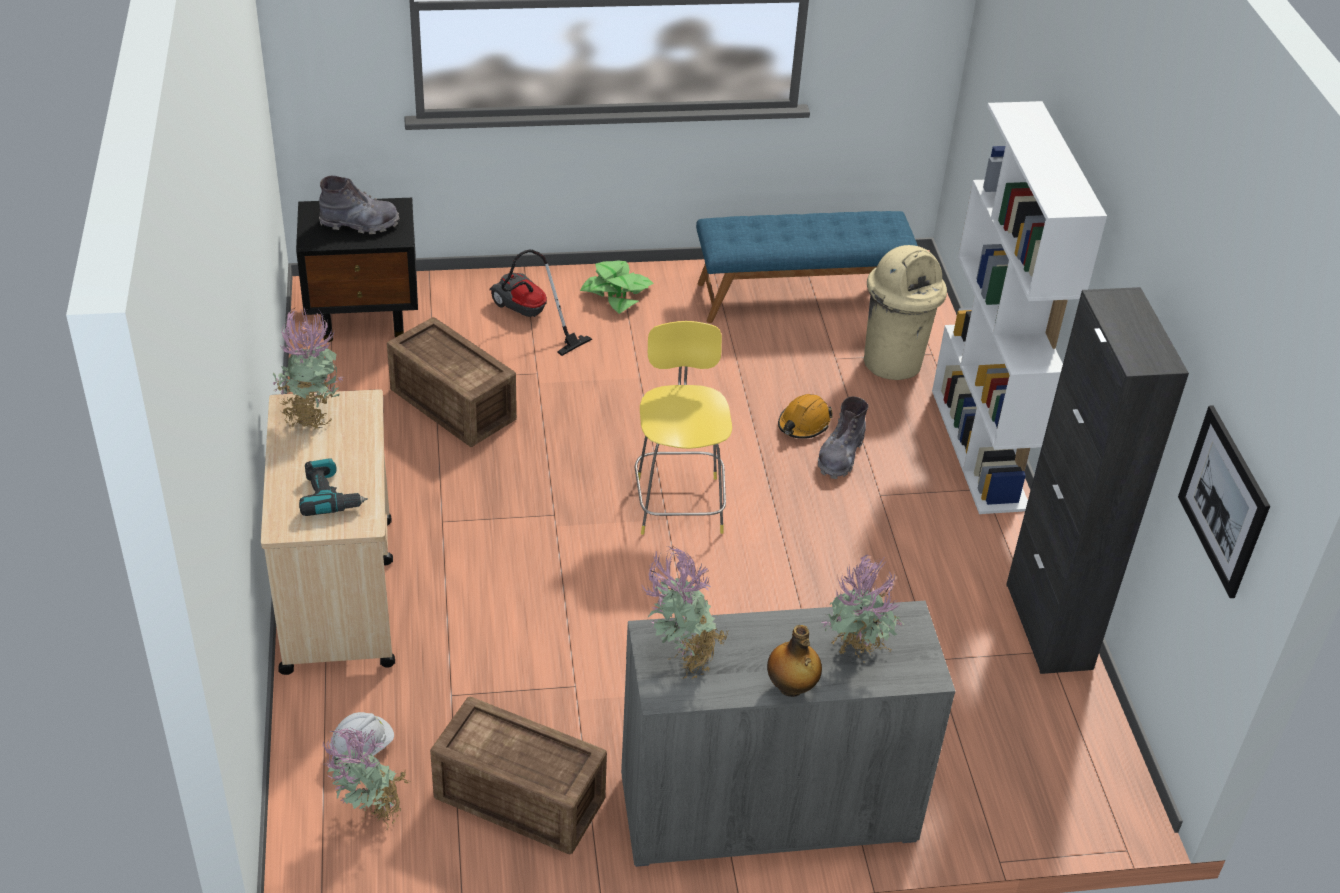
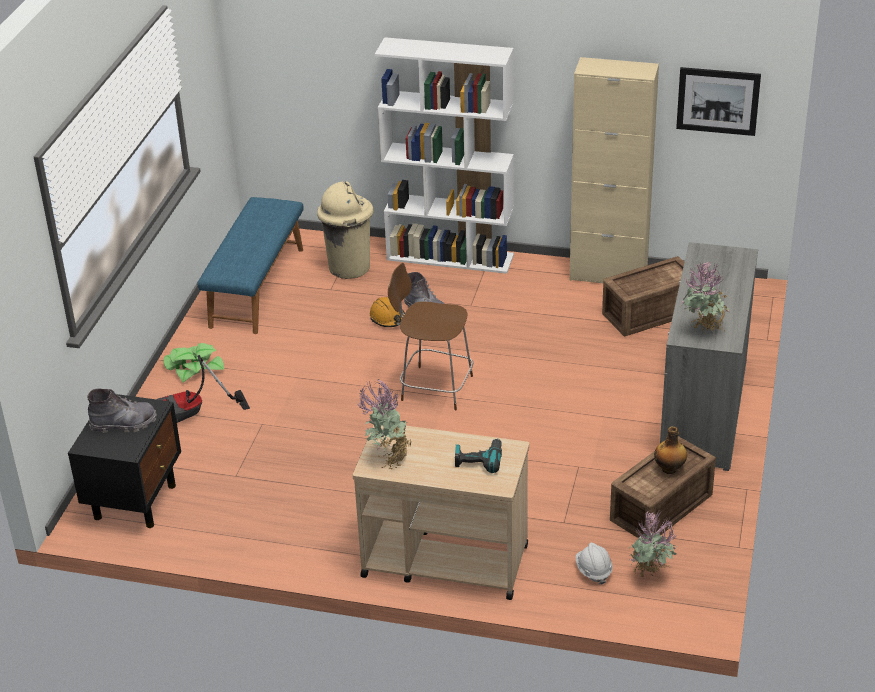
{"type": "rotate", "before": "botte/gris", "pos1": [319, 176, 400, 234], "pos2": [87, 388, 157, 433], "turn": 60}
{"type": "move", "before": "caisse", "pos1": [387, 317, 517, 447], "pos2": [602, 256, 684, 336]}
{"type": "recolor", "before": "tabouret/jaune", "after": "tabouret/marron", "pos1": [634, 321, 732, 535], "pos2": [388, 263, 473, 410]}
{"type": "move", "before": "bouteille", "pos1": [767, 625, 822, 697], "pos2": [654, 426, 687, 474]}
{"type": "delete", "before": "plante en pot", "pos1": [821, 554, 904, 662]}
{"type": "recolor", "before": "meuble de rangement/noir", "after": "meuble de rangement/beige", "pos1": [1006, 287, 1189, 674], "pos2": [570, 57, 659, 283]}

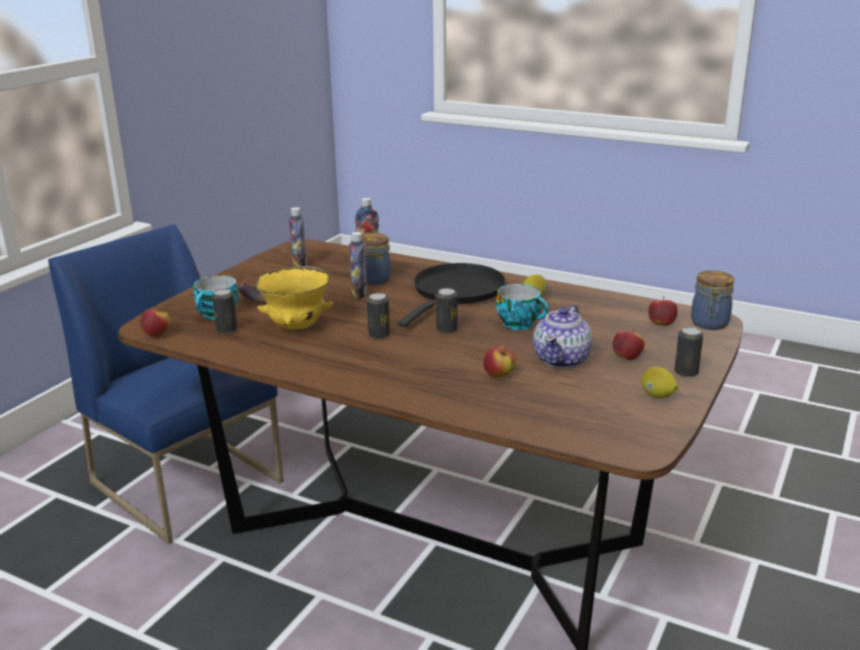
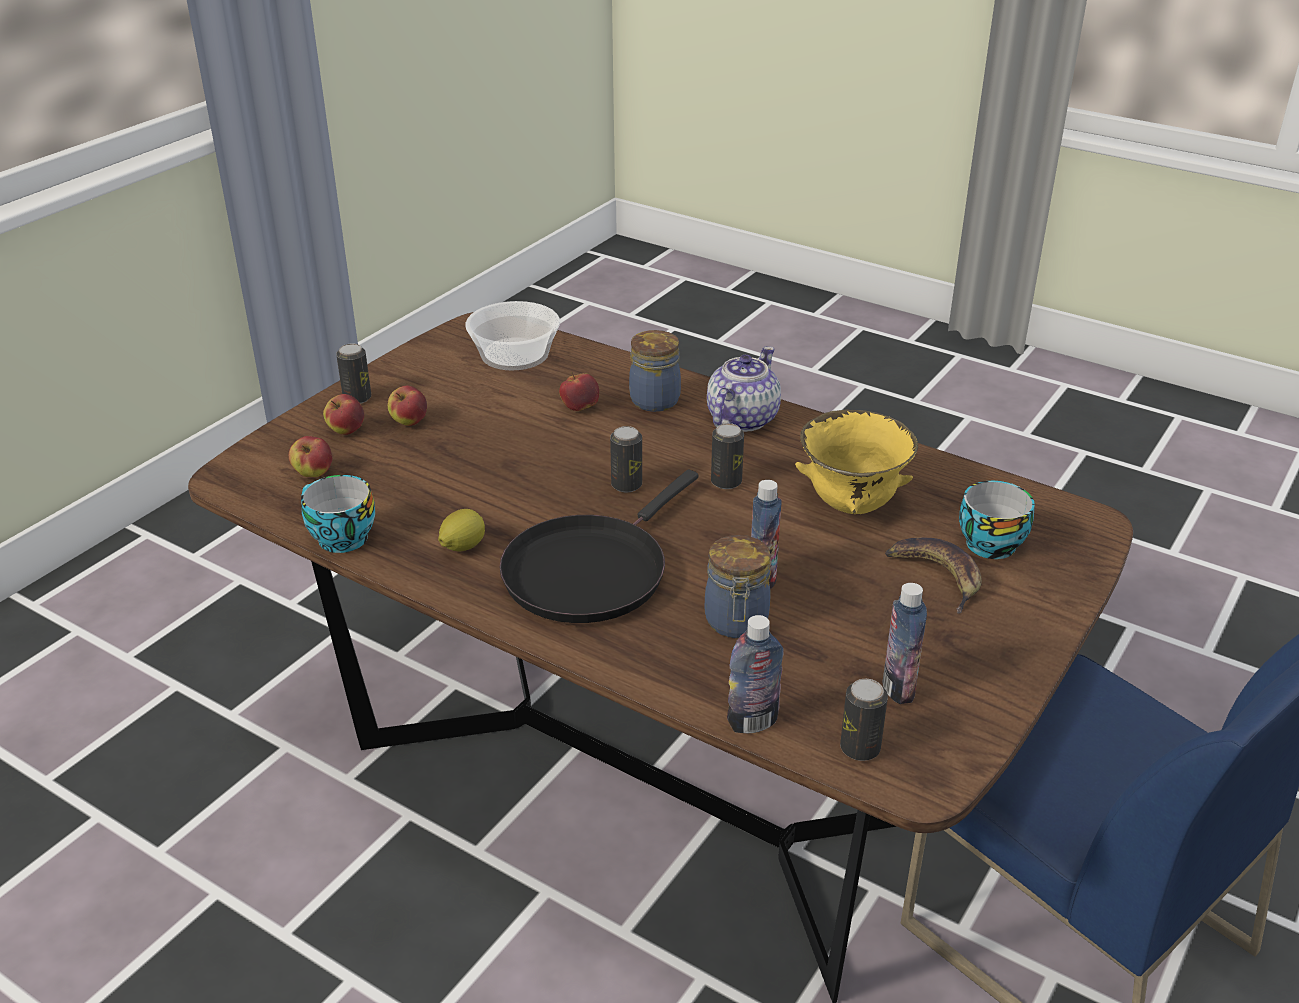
{"type": "move", "before": "pomme", "pos1": [140, 307, 170, 337], "pos2": [323, 394, 364, 435]}
{"type": "move", "before": "boîte métallique", "pos1": [212, 289, 237, 334], "pos2": [840, 679, 888, 761]}
{"type": "move", "before": "tasse", "pos1": [496, 284, 548, 330], "pos2": [301, 475, 375, 553]}
{"type": "move", "before": "théière", "pos1": [533, 305, 592, 369], "pos2": [707, 346, 781, 432]}
{"type": "delete", "before": "citron", "pos1": [642, 367, 678, 398]}
{"type": "move", "before": "bocal", "pos1": [691, 270, 734, 330], "pos2": [629, 330, 681, 412]}
{"type": "insert", "after": "bol", "pos2": [466, 301, 560, 370]}

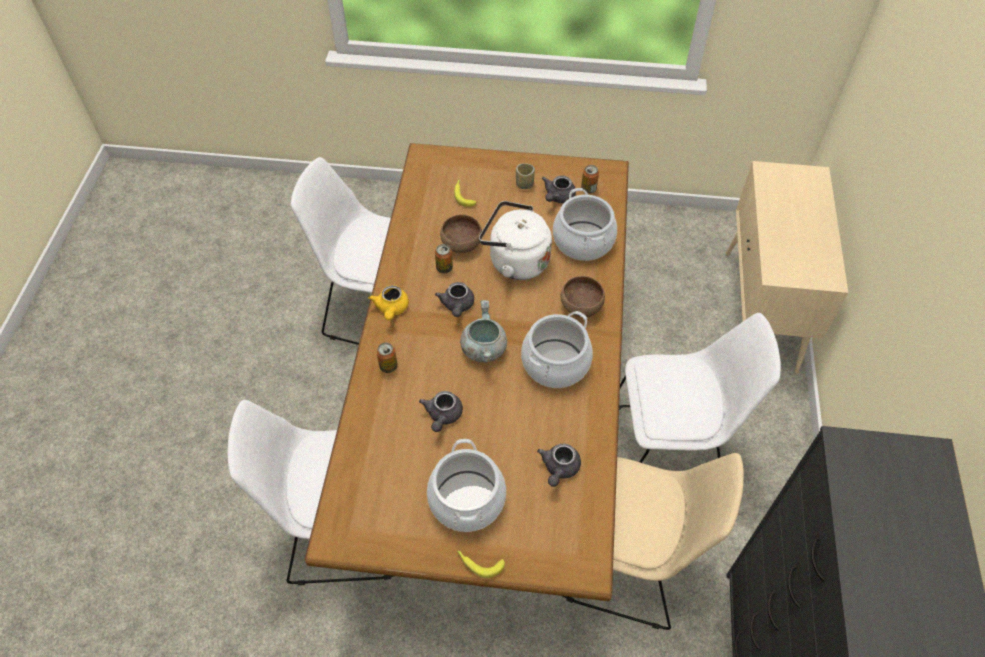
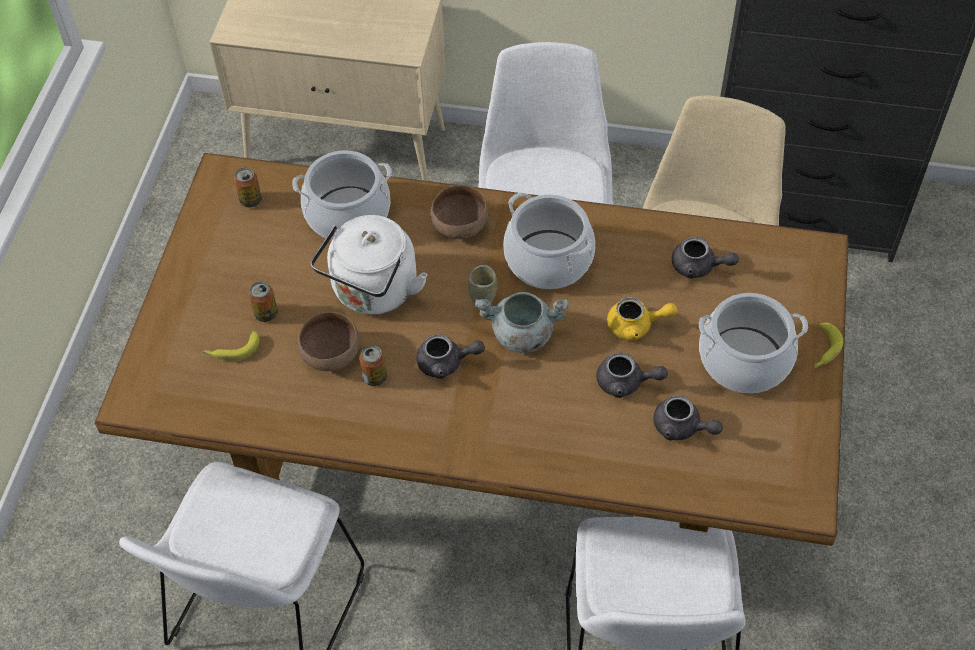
{"type": "move", "before": "théière/jaune", "pos1": [368, 285, 409, 320], "pos2": [607, 297, 677, 341]}
{"type": "move", "before": "boîte métallique", "pos1": [377, 343, 398, 373], "pos2": [249, 281, 278, 322]}
{"type": "move", "before": "tasse", "pos1": [516, 163, 535, 189], "pos2": [468, 265, 497, 303]}
{"type": "move", "before": "théière/gris", "pos1": [542, 176, 576, 203], "pos2": [653, 395, 723, 441]}

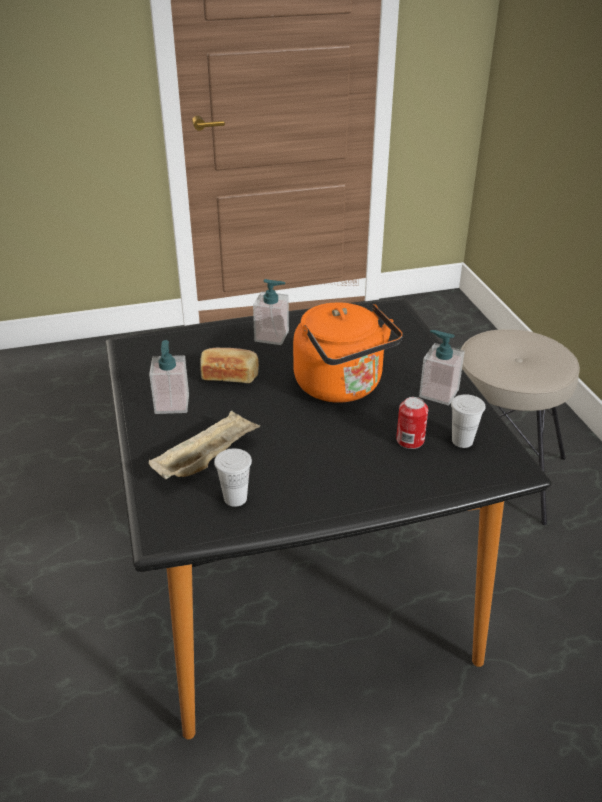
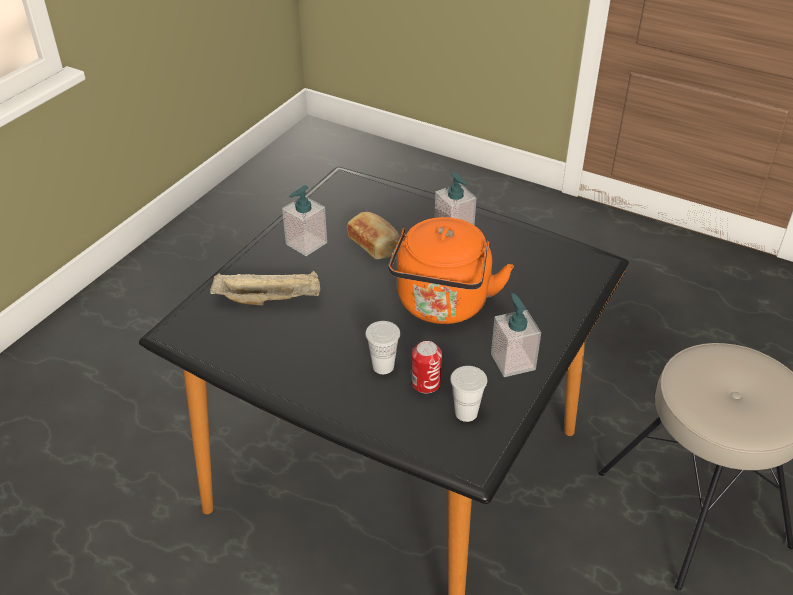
{"type": "move", "before": "tasse/blanc", "pos1": [214, 448, 252, 507], "pos2": [365, 321, 400, 374]}

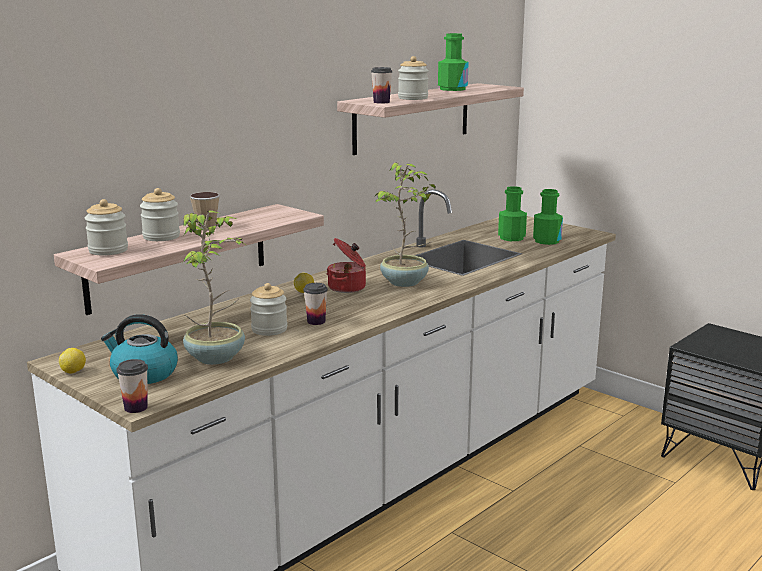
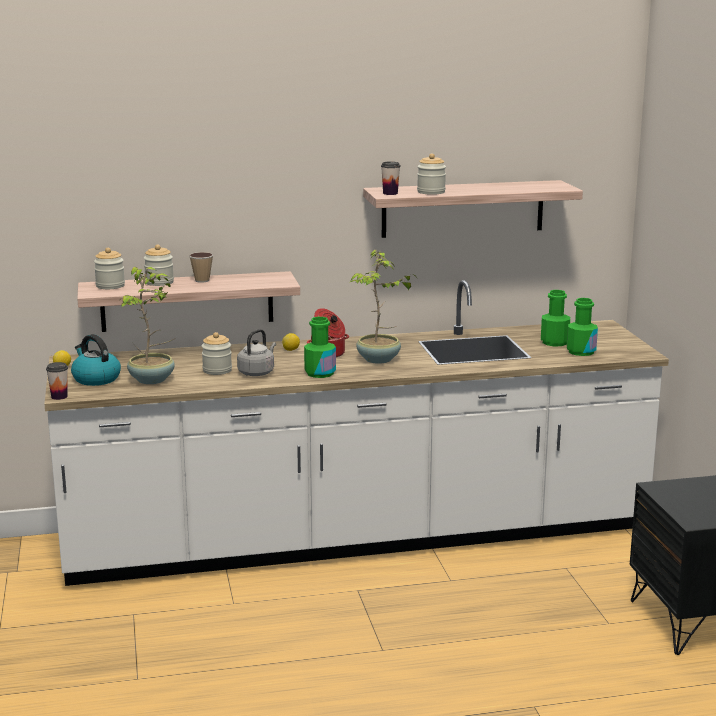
{"type": "replace", "before": "tasse", "after": "bouilloire/gris", "pos1": [303, 283, 328, 325], "pos2": [237, 329, 276, 376]}
{"type": "move", "before": "bouteille/vert", "pos1": [438, 33, 469, 91], "pos2": [304, 317, 336, 378]}

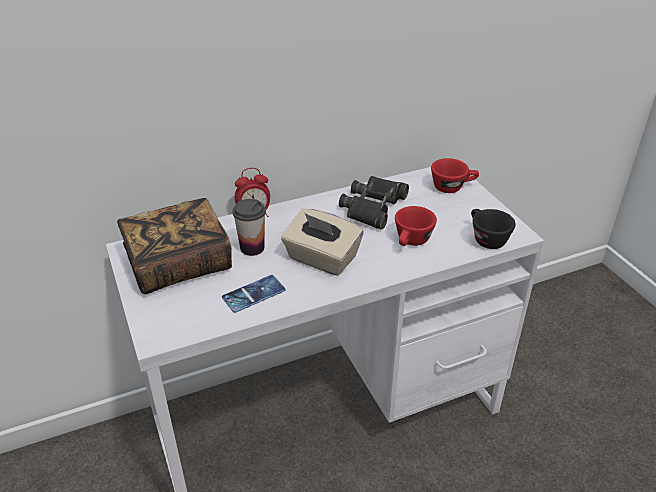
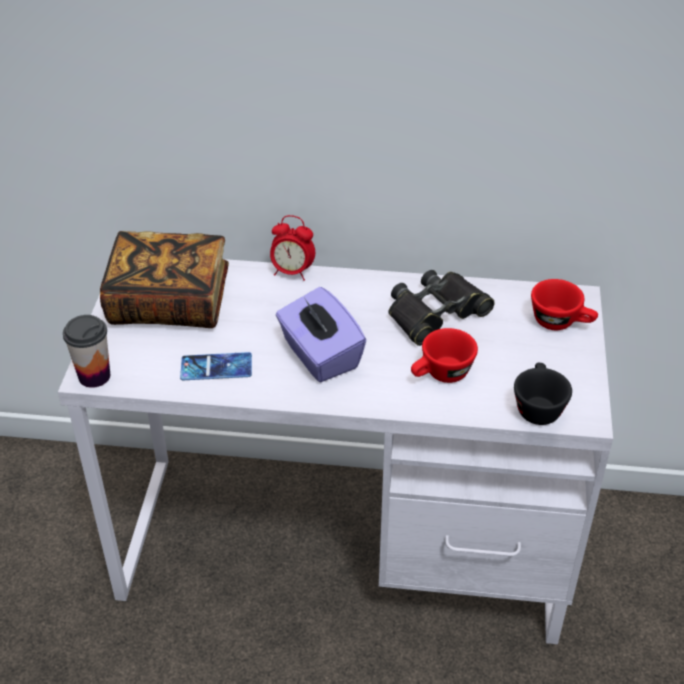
{"type": "move", "before": "tasse", "pos1": [232, 199, 266, 256], "pos2": [63, 315, 110, 388]}
{"type": "recolor", "before": "boîte à mouchoirs/beige", "after": "boîte à mouchoirs/violet", "pos1": [281, 209, 364, 276], "pos2": [276, 287, 366, 382]}

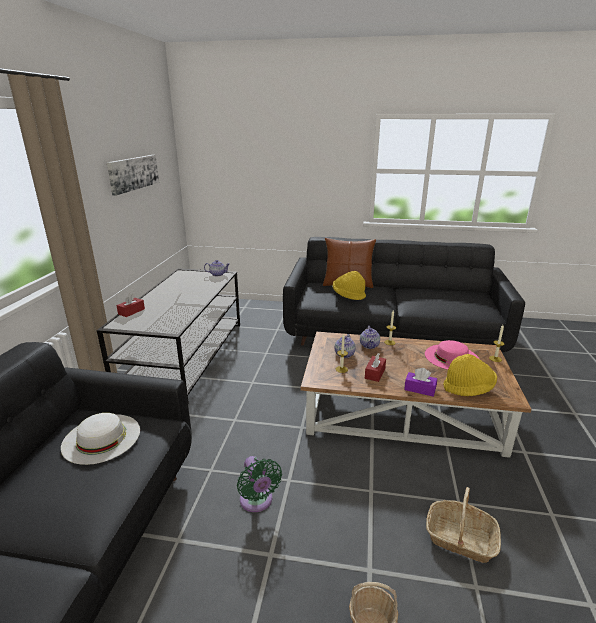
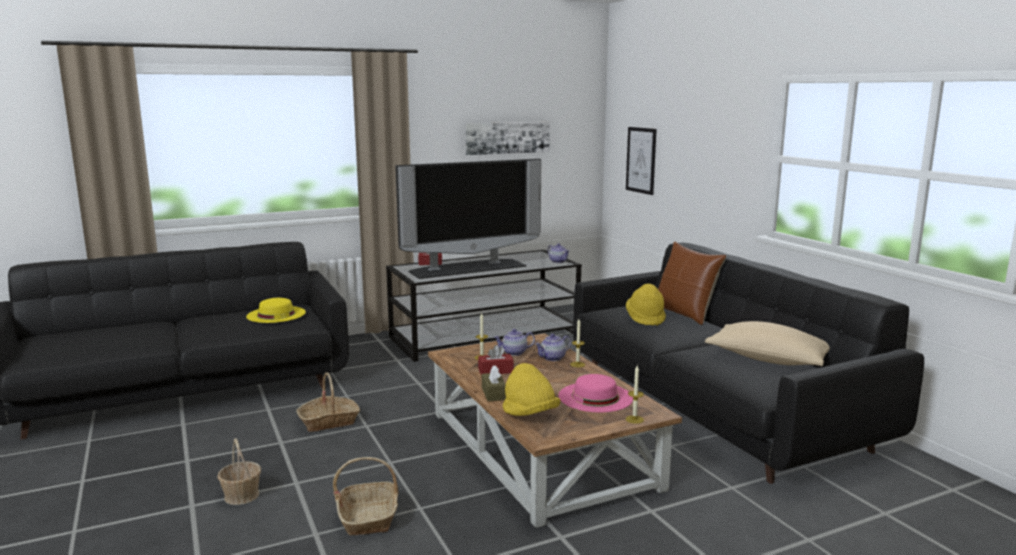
{"type": "recolor", "before": "chapeau/blanc", "after": "chapeau/jaune", "pos1": [61, 413, 140, 465], "pos2": [246, 298, 306, 323]}
{"type": "replace", "before": "ventilateur/vert", "after": "panier", "pos1": [237, 456, 282, 512], "pos2": [296, 372, 361, 432]}
{"type": "recolor", "before": "boîte à mouchoirs/violet", "after": "boîte à mouchoirs/marron", "pos1": [404, 368, 437, 397], "pos2": [482, 365, 506, 402]}
{"type": "insert", "after": "téléviseur", "pos2": [395, 159, 541, 279]}
{"type": "insert", "after": "tableau", "pos2": [626, 127, 657, 195]}
{"type": "insert", "after": "coussin/beige", "pos2": [705, 321, 830, 366]}

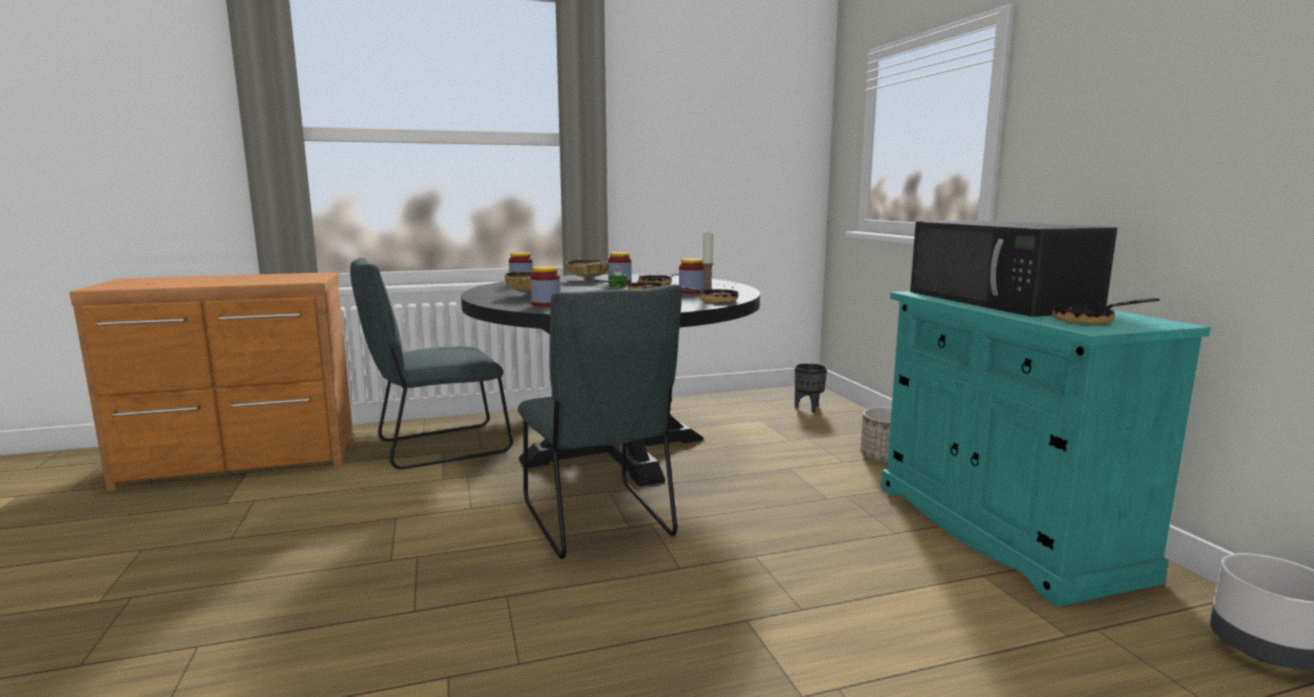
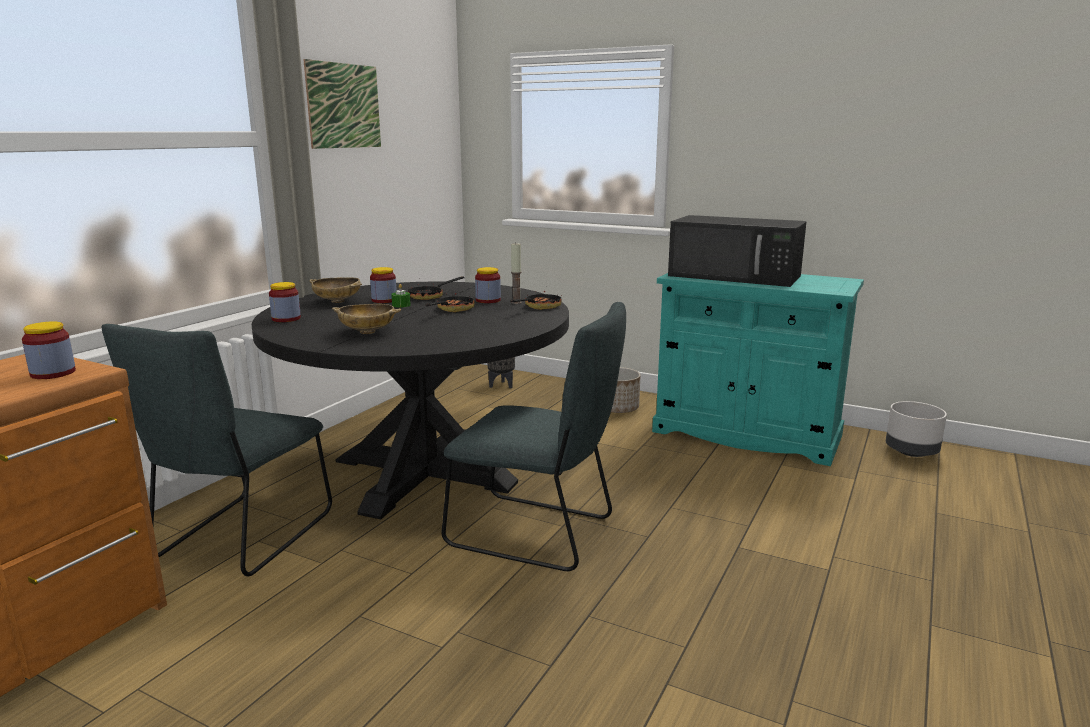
{"type": "move", "before": "bocal", "pos1": [530, 266, 560, 307], "pos2": [22, 322, 76, 379]}
{"type": "delete", "before": "poêle", "pos1": [1052, 293, 1160, 325]}
{"type": "insert", "after": "tableau", "pos2": [303, 59, 381, 149]}

